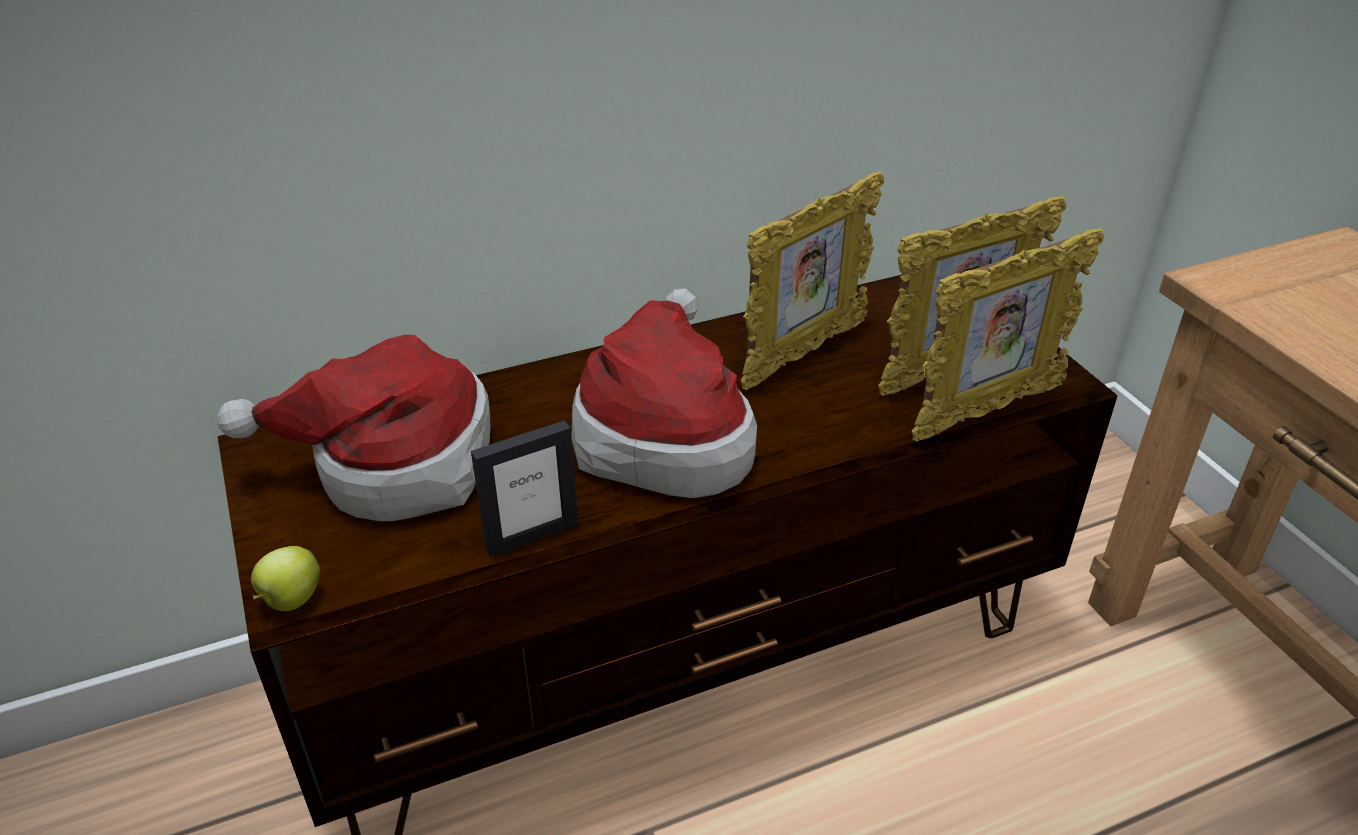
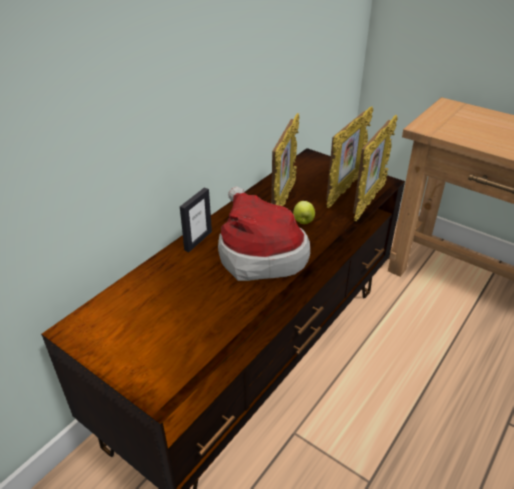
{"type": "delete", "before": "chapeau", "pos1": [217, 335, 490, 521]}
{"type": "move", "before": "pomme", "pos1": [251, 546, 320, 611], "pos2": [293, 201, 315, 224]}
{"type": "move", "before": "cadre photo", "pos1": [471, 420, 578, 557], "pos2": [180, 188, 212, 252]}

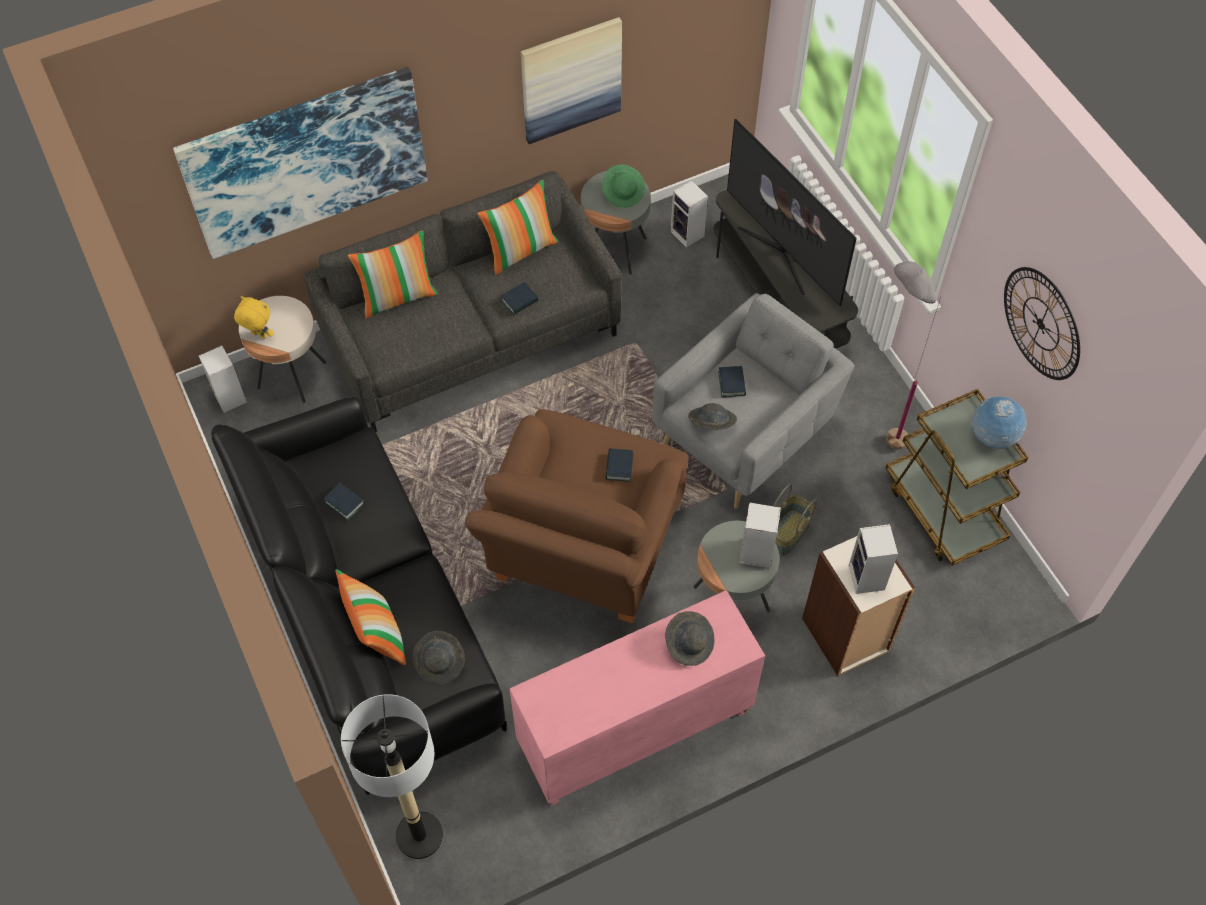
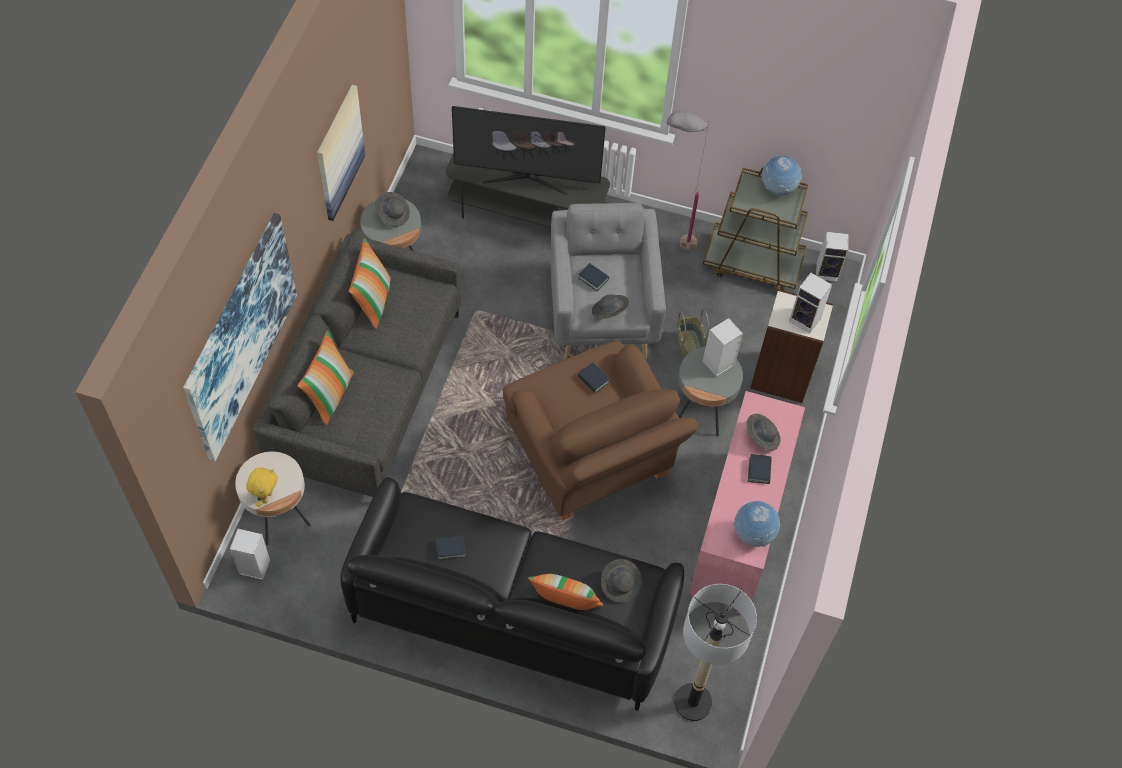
{"type": "rotate", "before": "peluche/jaune", "pos1": [234, 296, 274, 339], "pos2": [246, 467, 278, 507], "turn": 135}
{"type": "move", "before": "livre", "pos1": [501, 282, 539, 315], "pos2": [748, 454, 772, 484]}
{"type": "recolor", "before": "chapeau/vert", "after": "chapeau/gris", "pos1": [602, 164, 645, 208], "pos2": [375, 192, 410, 227]}
{"type": "move", "before": "enceinte", "pos1": [671, 180, 708, 248], "pos2": [816, 232, 849, 282]}
{"type": "delete", "before": "horloge murale", "pos1": [1004, 267, 1080, 380]}
{"type": "insert", "after": "globe", "pos2": [733, 501, 780, 547]}

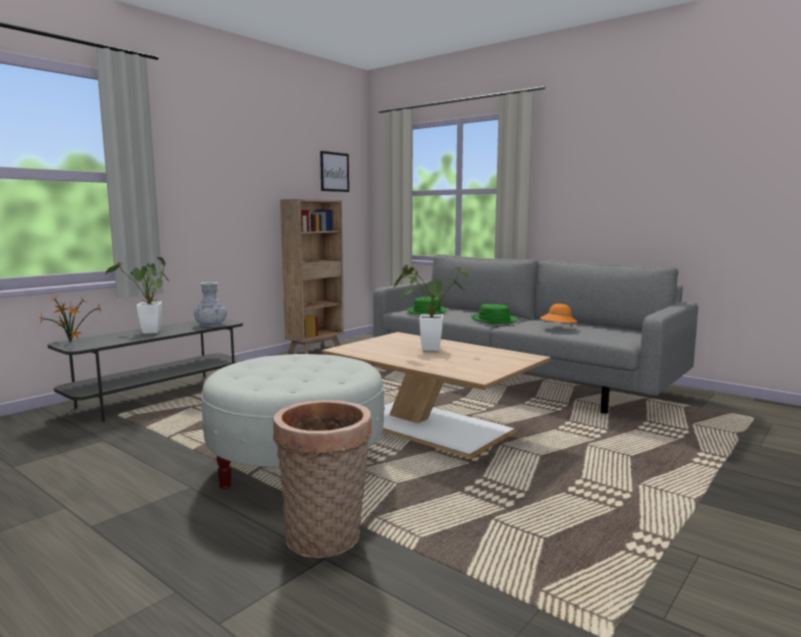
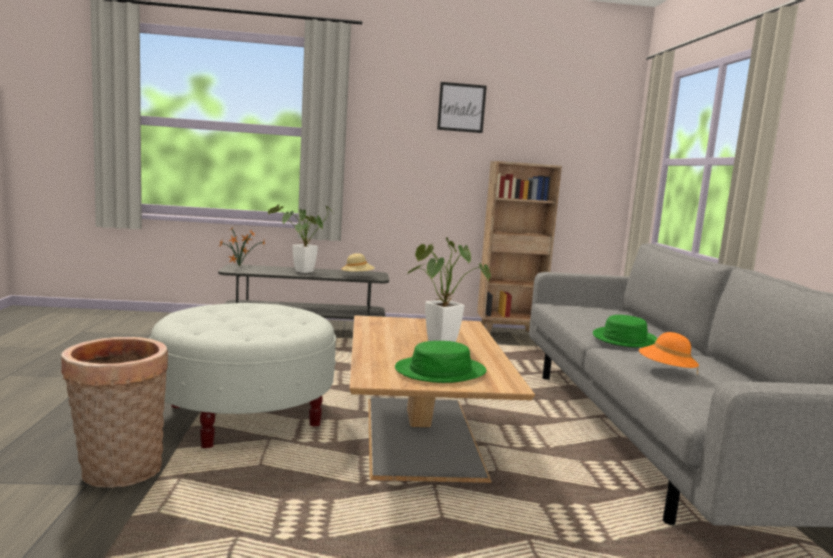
{"type": "replace", "before": "vase", "after": "chapeau/beige", "pos1": [194, 282, 227, 327], "pos2": [341, 253, 375, 271]}
{"type": "move", "before": "tableau", "pos1": [320, 151, 349, 192], "pos2": [437, 82, 487, 133]}
{"type": "move", "before": "chapeau/vert", "pos1": [407, 297, 448, 314], "pos2": [395, 341, 486, 383]}

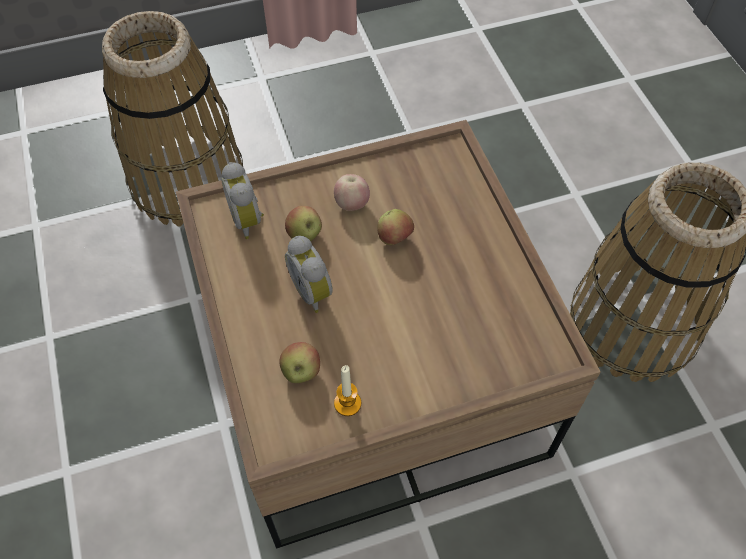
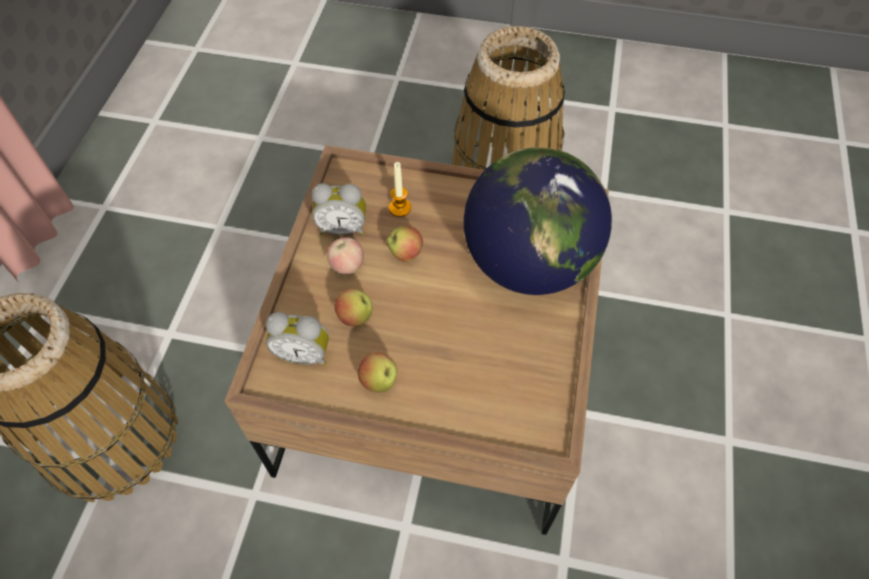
{"type": "move", "before": "pomme", "pos1": [279, 342, 320, 383], "pos2": [358, 352, 397, 393]}
{"type": "move", "before": "réveil", "pos1": [285, 236, 333, 313], "pos2": [311, 183, 366, 235]}
{"type": "move", "before": "bougie", "pos1": [334, 365, 361, 416], "pos2": [389, 162, 411, 217]}
{"type": "insert", "after": "globe", "pos2": [464, 147, 612, 295]}

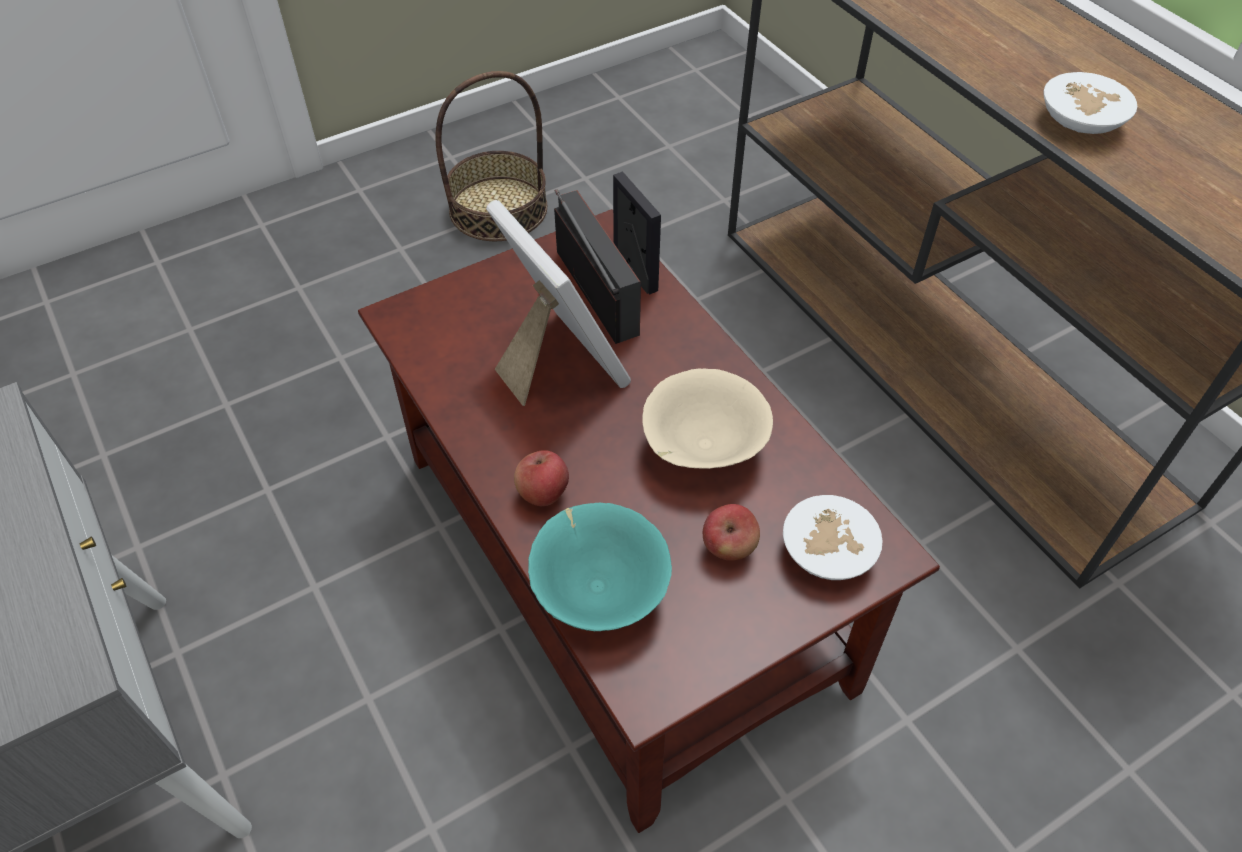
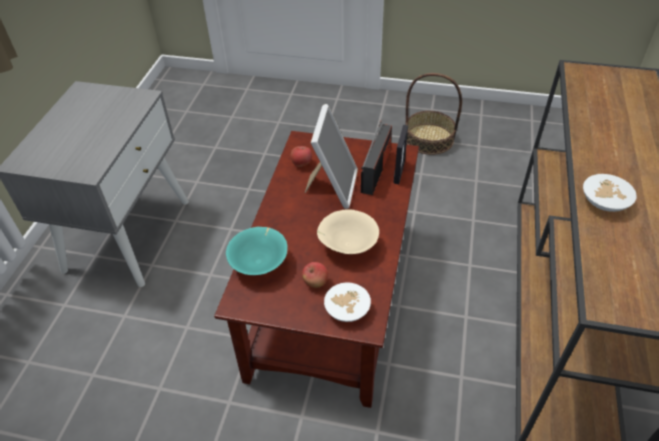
{"type": "move", "before": "pomme", "pos1": [514, 450, 569, 506], "pos2": [290, 146, 312, 167]}

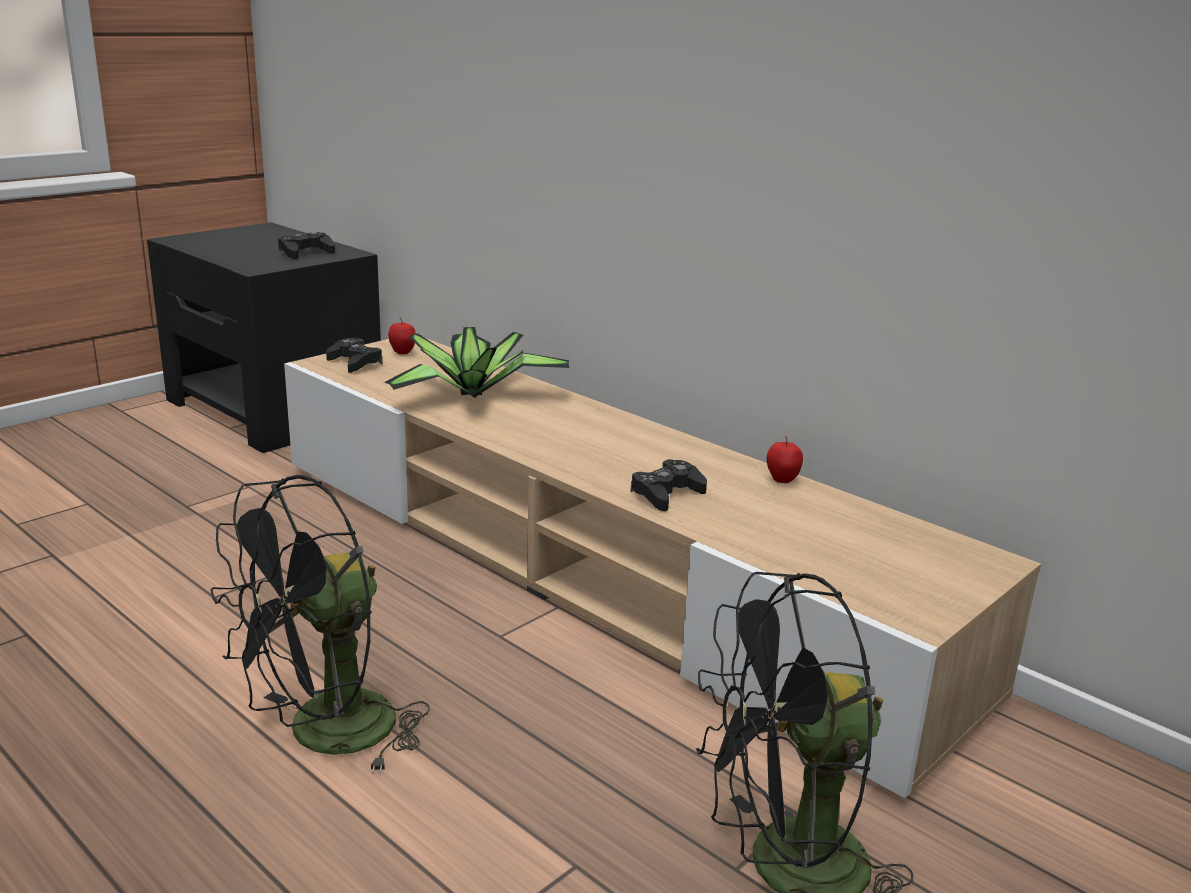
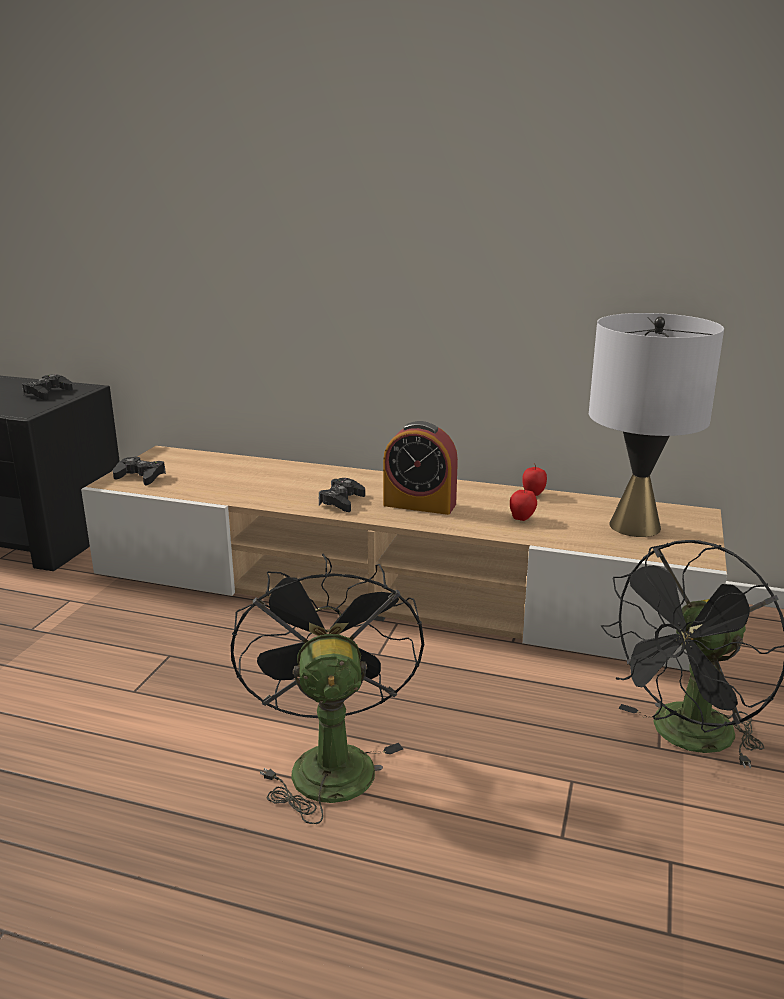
{"type": "rotate", "before": "ventilateur/noir", "pos1": [211, 475, 430, 774], "pos2": [231, 553, 424, 824], "turn": 150}
{"type": "delete", "before": "plante en pot", "pos1": [384, 327, 570, 398]}
{"type": "move", "before": "pomme", "pos1": [388, 318, 416, 354], "pos2": [510, 487, 537, 521]}
{"type": "move", "before": "manette/noir", "pos1": [630, 459, 707, 511], "pos2": [319, 478, 365, 512]}
{"type": "insert", "after": "réveil", "pos2": [383, 421, 458, 515]}
{"type": "insert", "after": "lampe de table/gris", "pos2": [589, 313, 724, 537]}

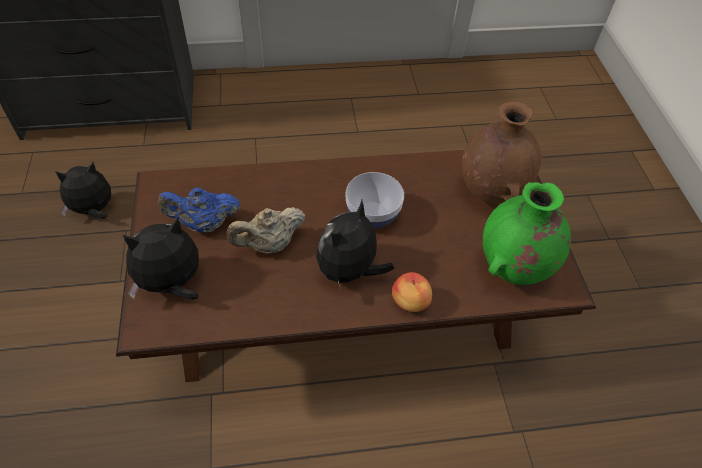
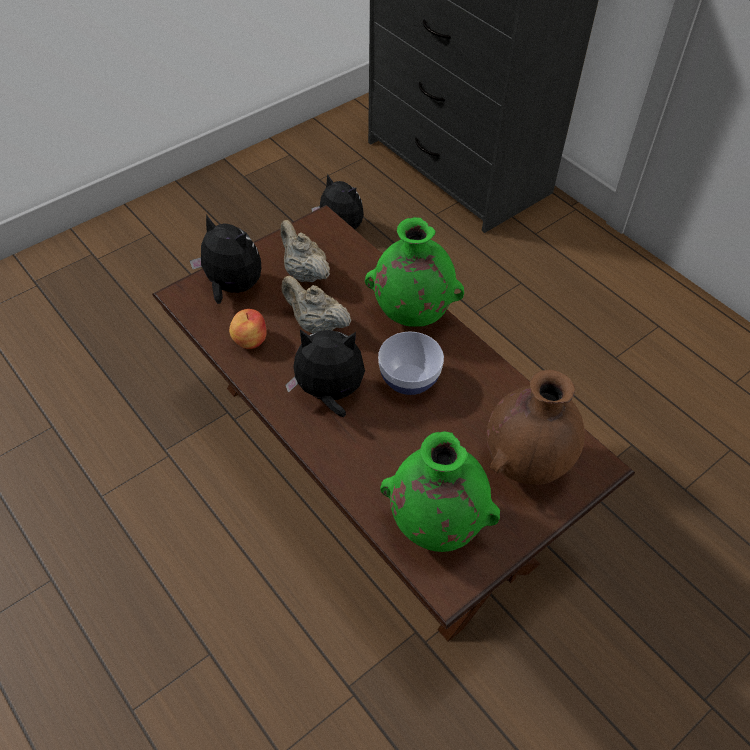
{"type": "recolor", "before": "théière/bleu", "after": "théière/beige", "pos1": [158, 187, 240, 233], "pos2": [280, 220, 330, 282]}
{"type": "move", "before": "pomme", "pos1": [392, 272, 432, 312], "pos2": [229, 309, 267, 349]}
{"type": "insert", "after": "vase/vert", "pos2": [365, 217, 464, 327]}

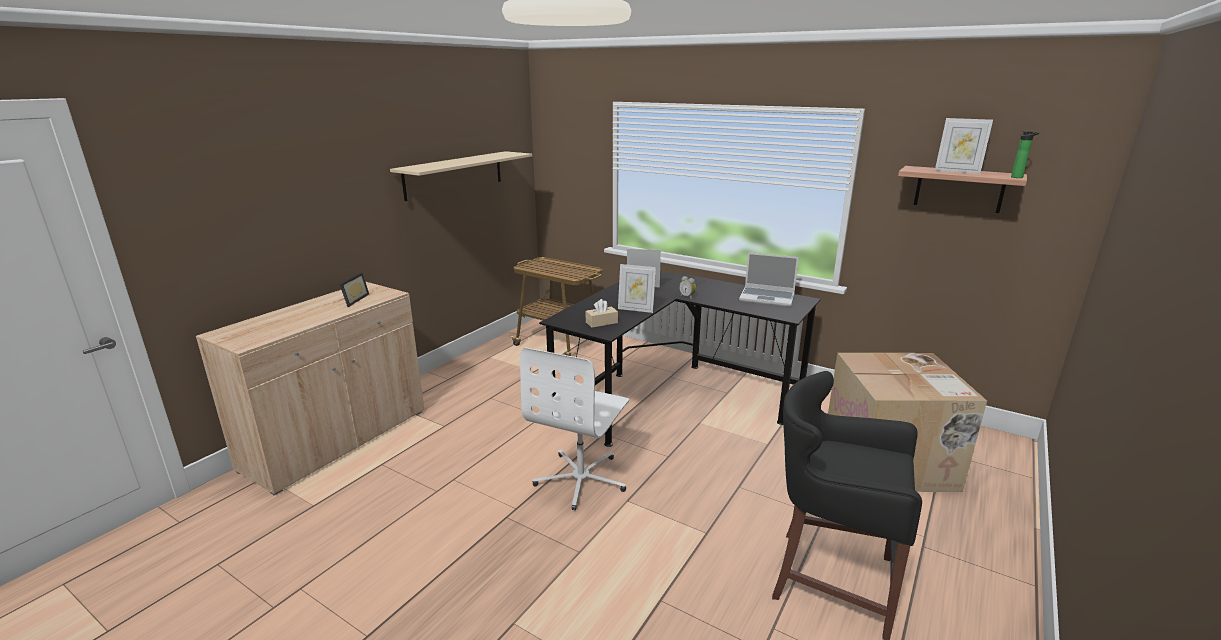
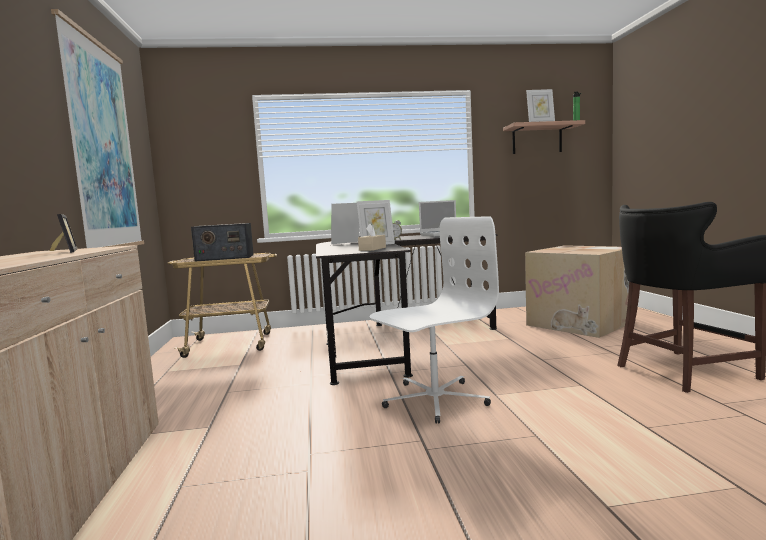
{"type": "replace", "before": "étagère/beige", "after": "tableau", "pos1": [390, 151, 532, 201], "pos2": [51, 9, 144, 248]}
{"type": "rotate", "before": "chaise de bureau/blanc", "pos1": [520, 347, 629, 510], "pos2": [370, 216, 499, 424], "turn": -105}
{"type": "insert", "after": "radio", "pos2": [191, 223, 254, 262]}

